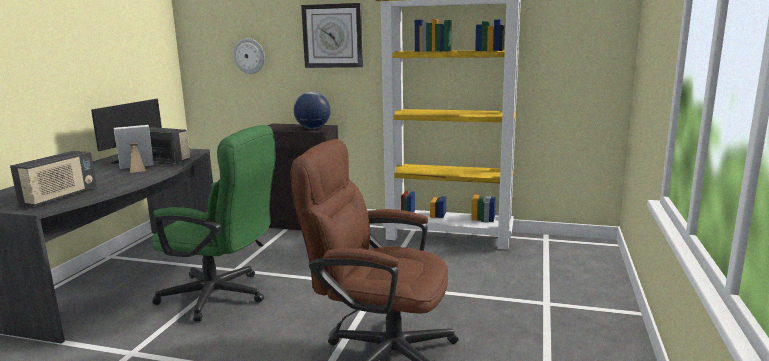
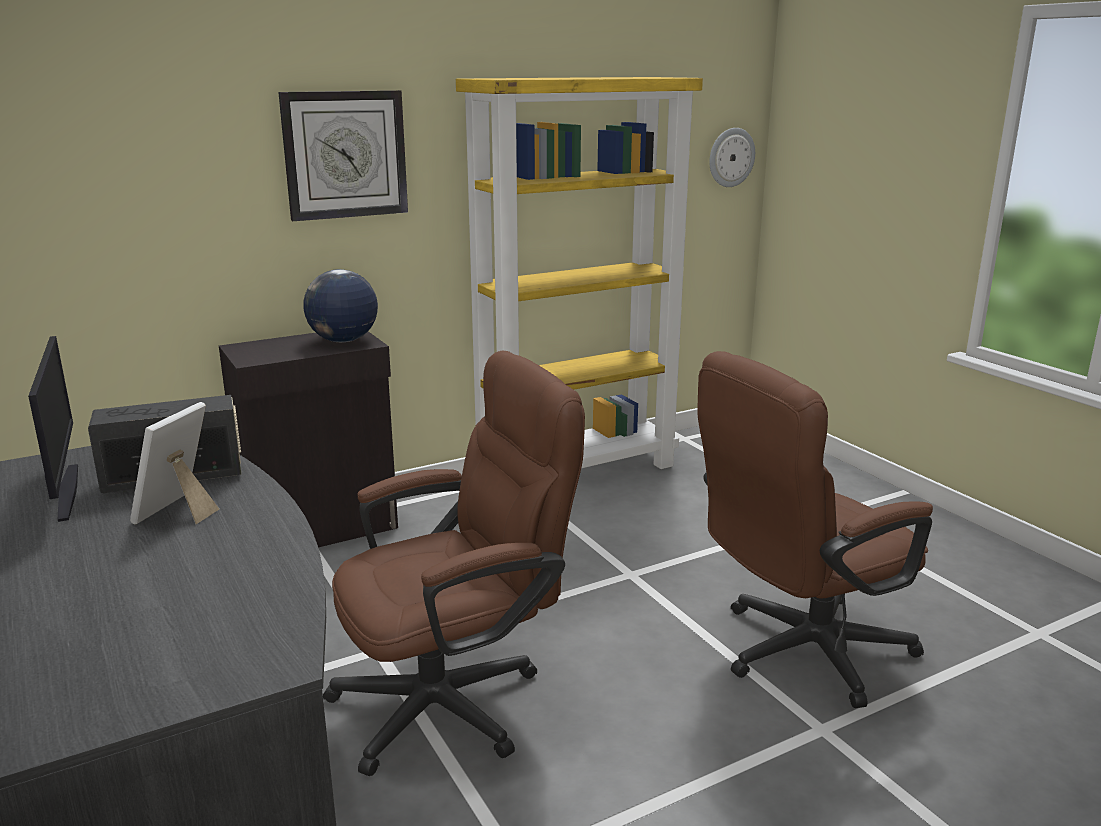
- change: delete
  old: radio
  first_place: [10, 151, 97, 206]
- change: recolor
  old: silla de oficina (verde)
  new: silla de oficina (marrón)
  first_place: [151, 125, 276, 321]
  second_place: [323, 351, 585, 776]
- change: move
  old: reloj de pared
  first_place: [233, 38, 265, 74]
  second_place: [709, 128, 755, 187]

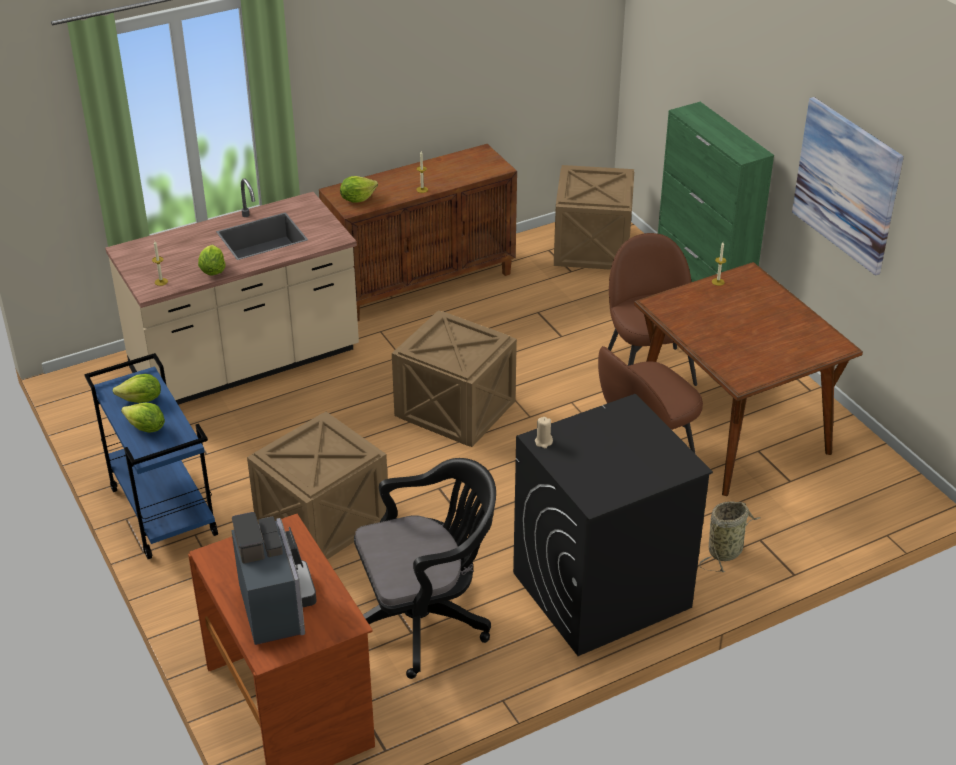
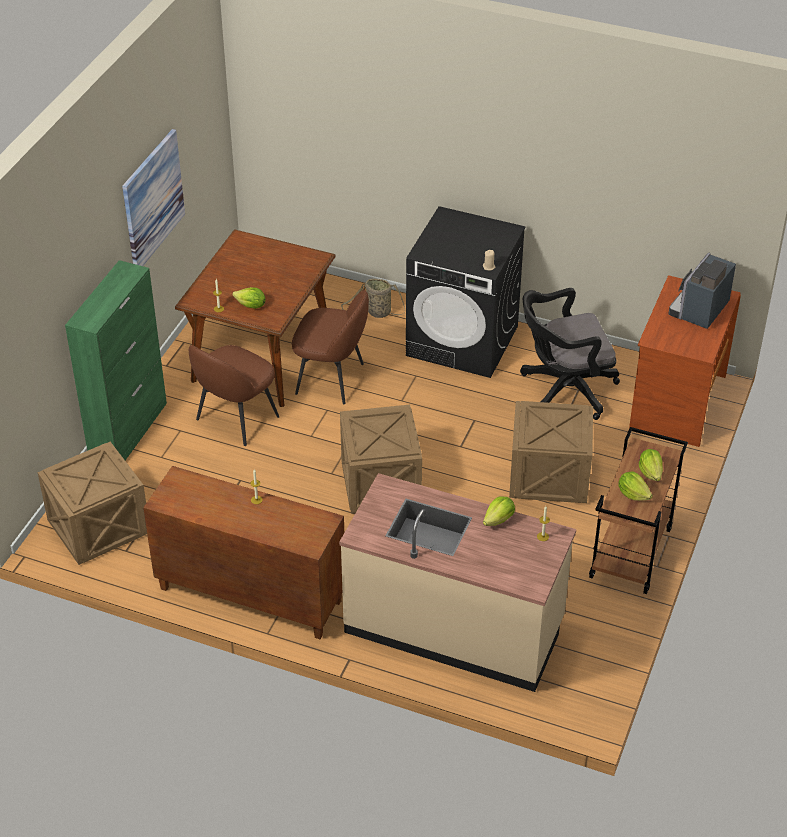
- change: recolor
  old: carrito (azul)
  new: carrito (marrón)
  first_place: [84, 353, 218, 559]
  second_place: [589, 427, 688, 594]
- change: move
  old: lechuga
  first_place: [340, 176, 378, 203]
  second_place: [232, 287, 266, 309]
- change: rotate
  old: silla de oficina (negro)
  first_place: [354, 458, 496, 679]
  second_place: [520, 288, 620, 420]
  degrees: -45

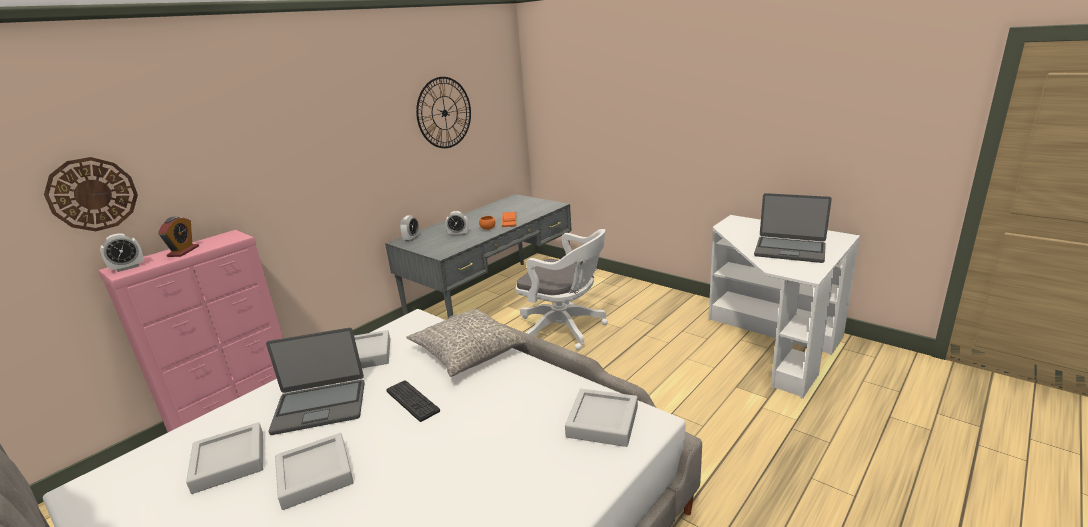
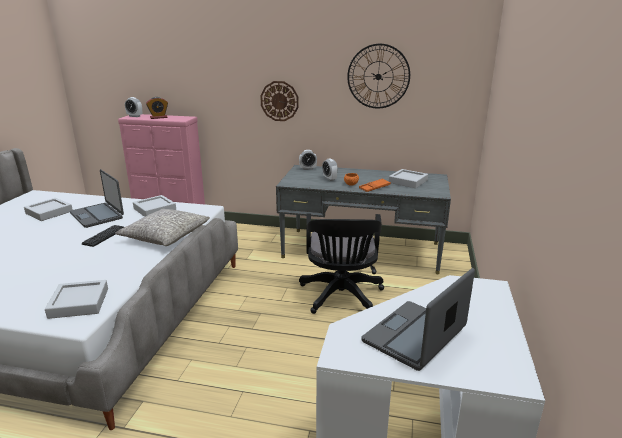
- change: move
  old: reloj de pared
  first_place: [44, 157, 138, 231]
  second_place: [260, 81, 299, 121]
- change: move
  old: bandeja (gris)
  first_place: [275, 433, 354, 510]
  second_place: [389, 169, 428, 188]
- change: recolor
  old: silla de oficina (blanco)
  new: silla de oficina (negro)
  first_place: [516, 229, 608, 350]
  second_place: [299, 213, 384, 314]
- change: rotate
  old: portátil
  first_place: [754, 193, 832, 263]
  second_place: [361, 268, 475, 371]
  degrees: 45

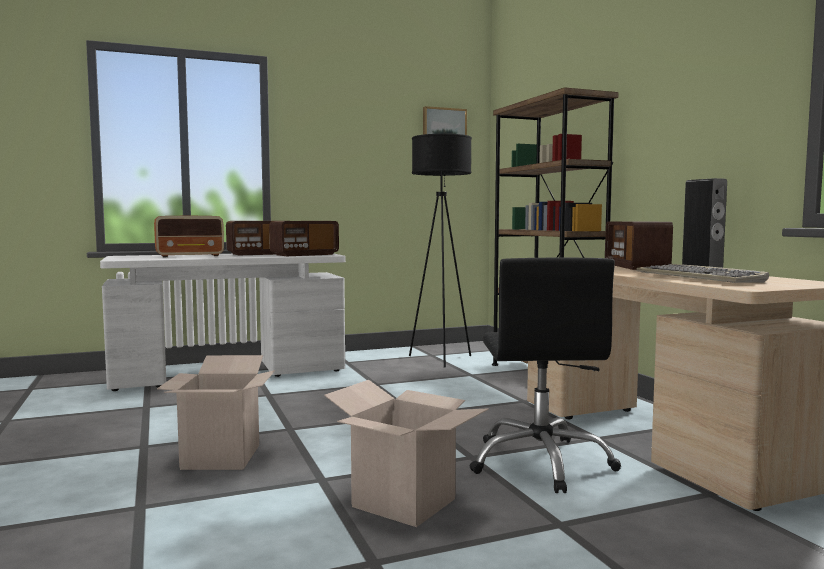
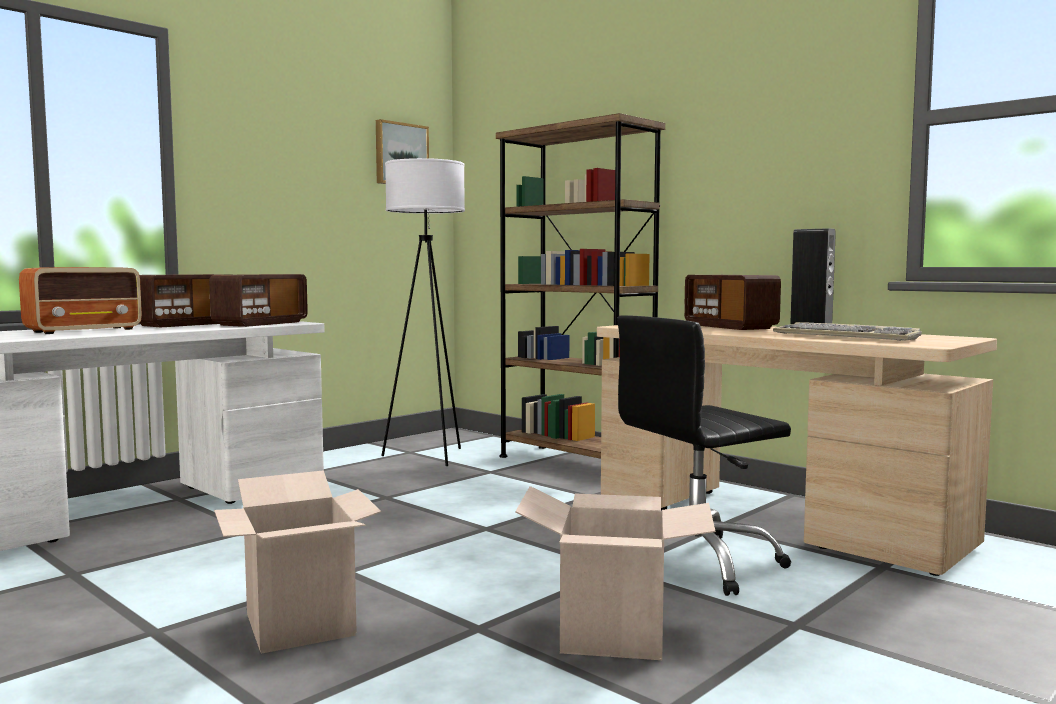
- change: recolor
  old: lámpara de pie (negro)
  new: lámpara de pie (blanco)
  first_place: [409, 134, 472, 368]
  second_place: [381, 158, 465, 466]
- change: rotate
  old: silla de oficina (negro)
  first_place: [470, 258, 621, 493]
  second_place: [617, 315, 791, 596]
  degrees: 90

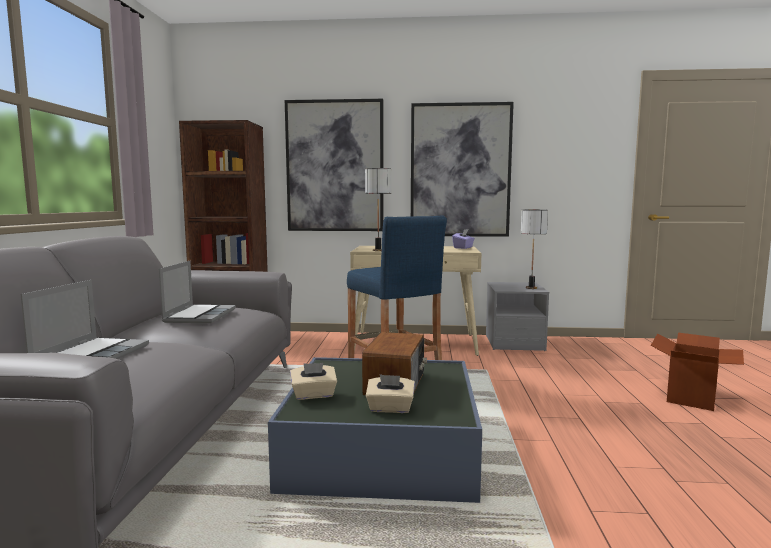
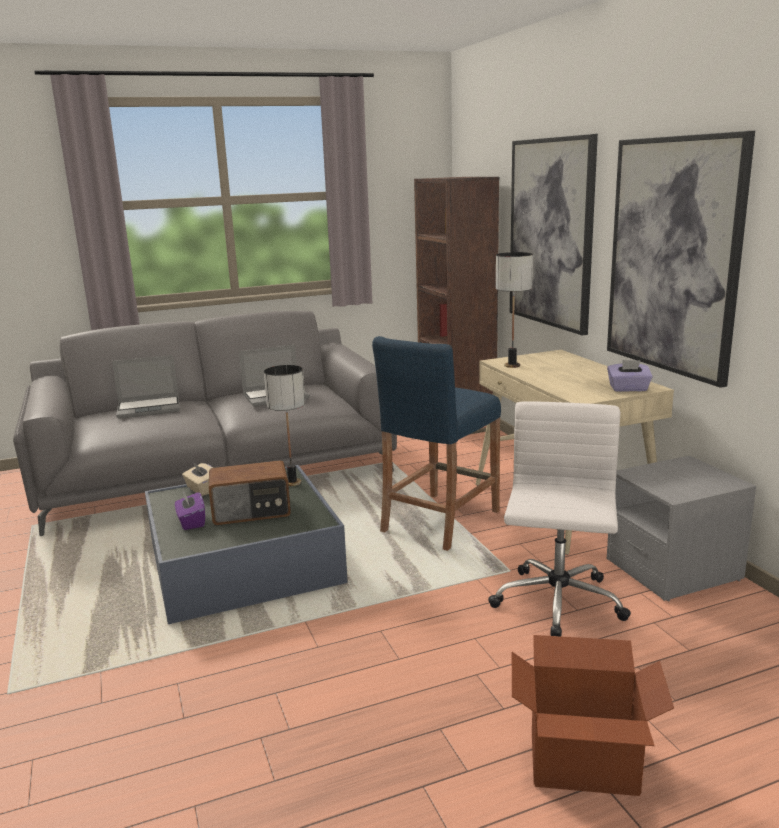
- change: recolor
  old: caja de pañuelos (beis)
  new: caja de pañuelos (morado)
  first_place: [366, 374, 415, 413]
  second_place: [175, 490, 205, 530]
- change: move
  old: lámpara de mesa
  first_place: [521, 210, 548, 289]
  second_place: [264, 365, 305, 486]
- change: insert
  new: silla de oficina (blanco)
  second_place: [488, 401, 631, 637]

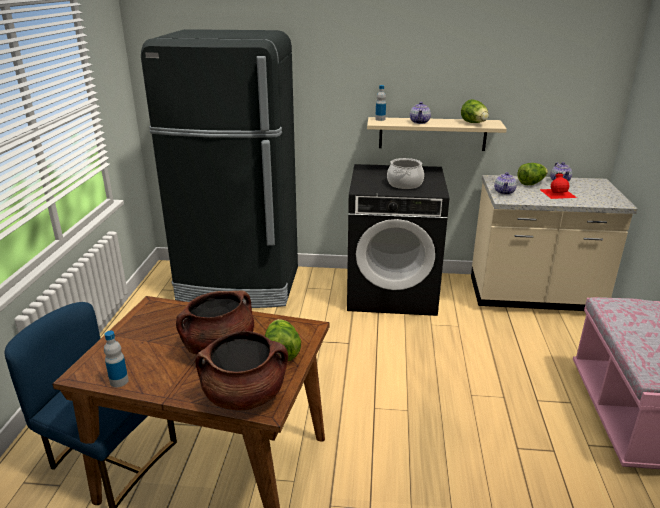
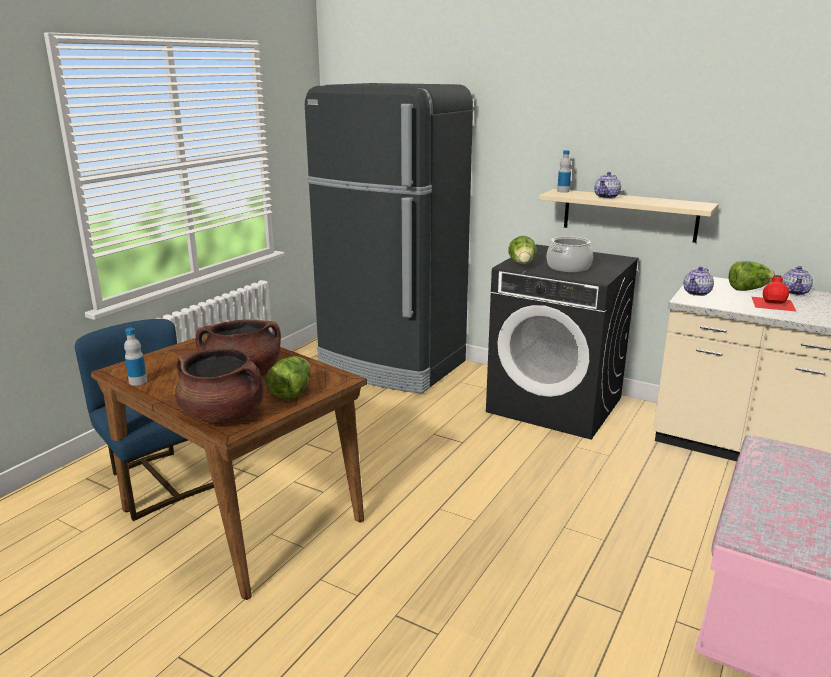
- change: move
  old: lechuga
  first_place: [461, 99, 489, 123]
  second_place: [508, 236, 537, 265]

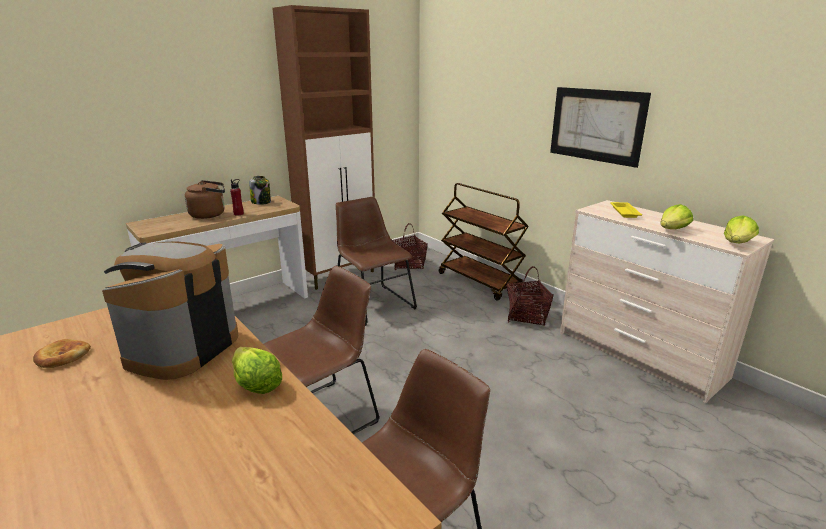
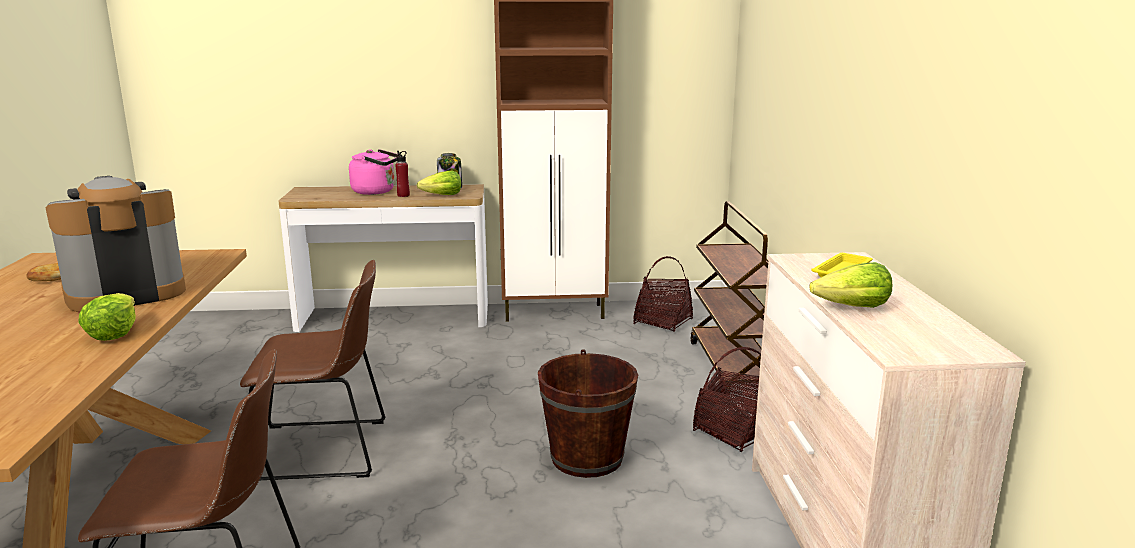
- change: recolor
  old: hervidor (marrón)
  new: hervidor (rosa)
  first_place: [185, 180, 225, 219]
  second_place: [349, 149, 398, 195]
- change: delete
  old: silla (marrón)
  first_place: [336, 197, 417, 326]
- change: delete
  old: cuadro
  first_place: [550, 87, 651, 168]
- change: move
  old: lechuga
  first_place: [724, 215, 759, 243]
  second_place: [417, 171, 461, 195]
- change: insert
  new: cubo (marrón)
  second_place: [538, 349, 638, 478]

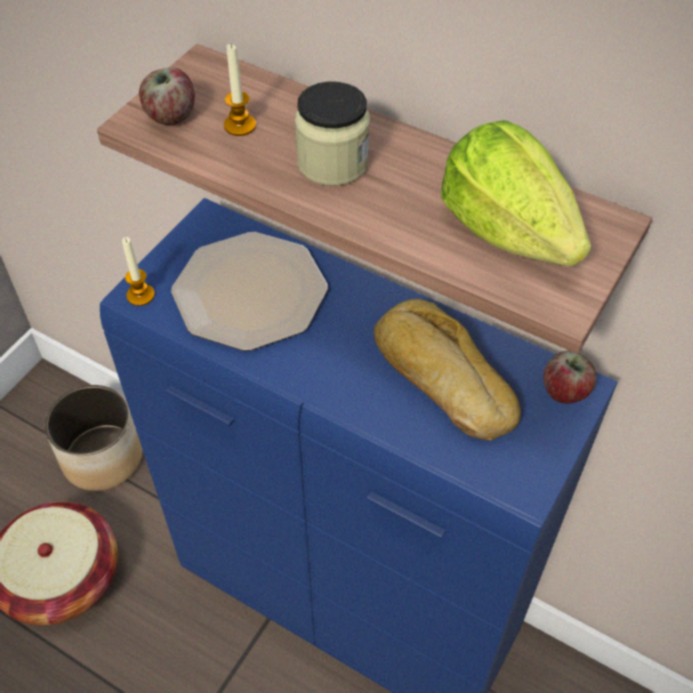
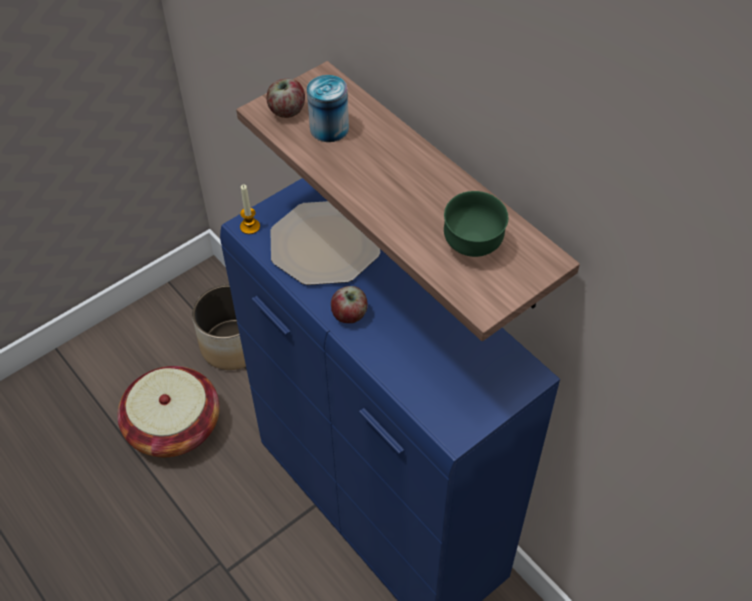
- change: replace
  old: vela
  new: lata
  first_place: [224, 44, 256, 136]
  second_place: [307, 75, 349, 142]
- change: delete
  old: tarro
  first_place: [295, 81, 370, 186]
- change: delete
  old: pan
  first_place: [374, 299, 521, 440]
- change: replace
  old: lechuga
  new: cuenco (verde)
  first_place: [441, 120, 591, 266]
  second_place: [444, 191, 508, 257]
- change: move
  old: manzana
  first_place: [543, 350, 597, 404]
  second_place: [331, 286, 368, 323]

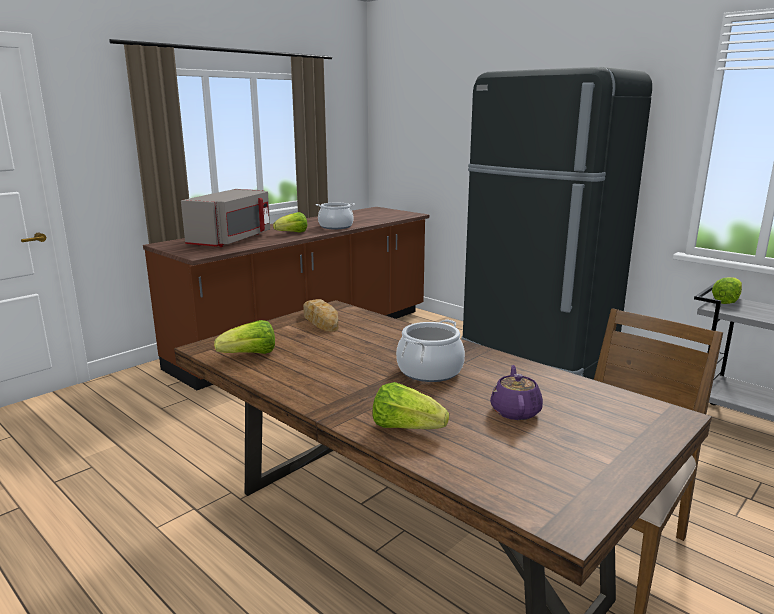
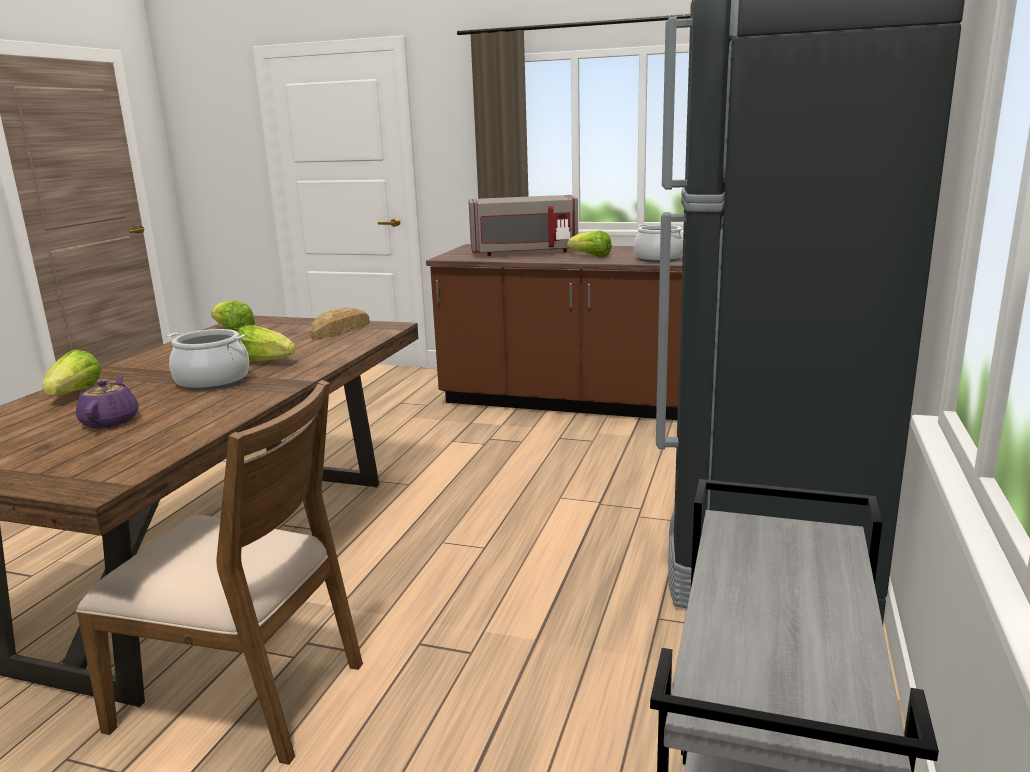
- change: rotate
  old: tetera (morado)
  first_place: [490, 365, 543, 420]
  second_place: [76, 375, 139, 429]
  degrees: -75
- change: move
  old: lechuga
  first_place: [712, 277, 742, 304]
  second_place: [237, 325, 296, 363]

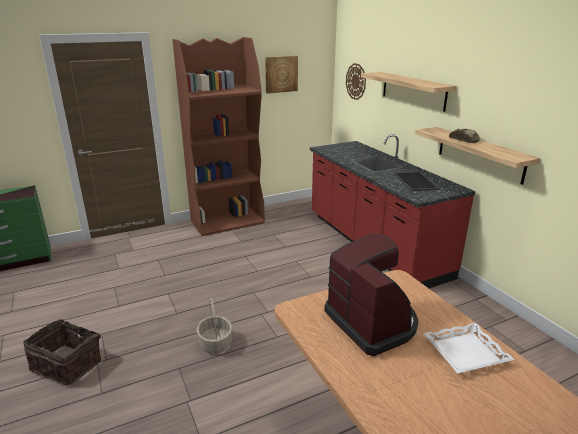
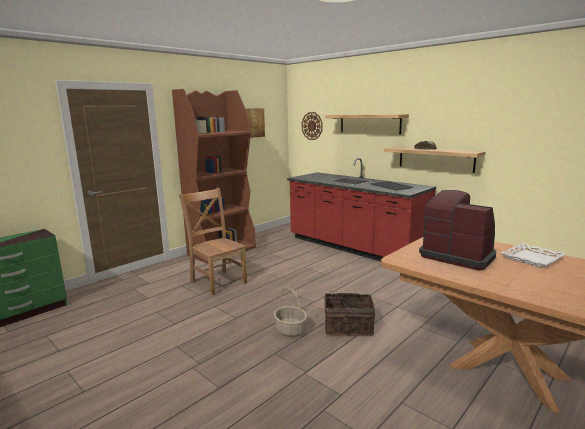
- change: move
  old: cesta
  first_place: [23, 316, 101, 386]
  second_place: [325, 291, 375, 336]
- change: insert
  new: silla (marrón)
  second_place: [179, 188, 247, 295]

